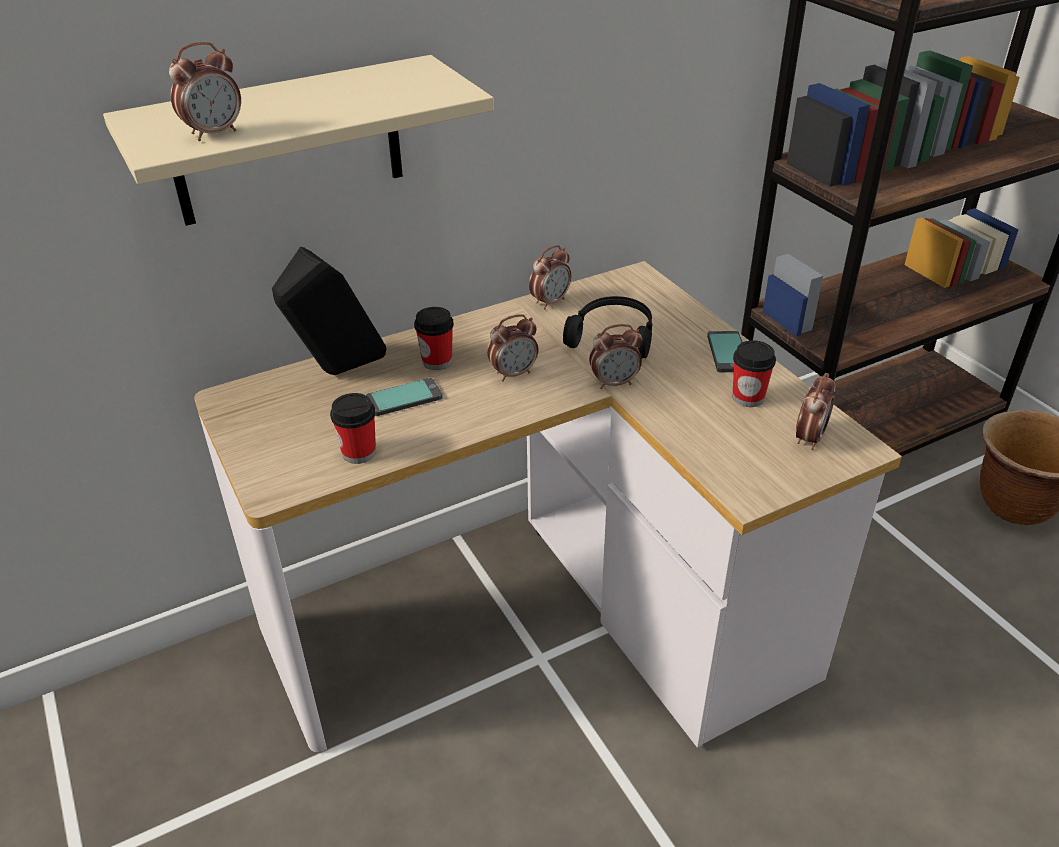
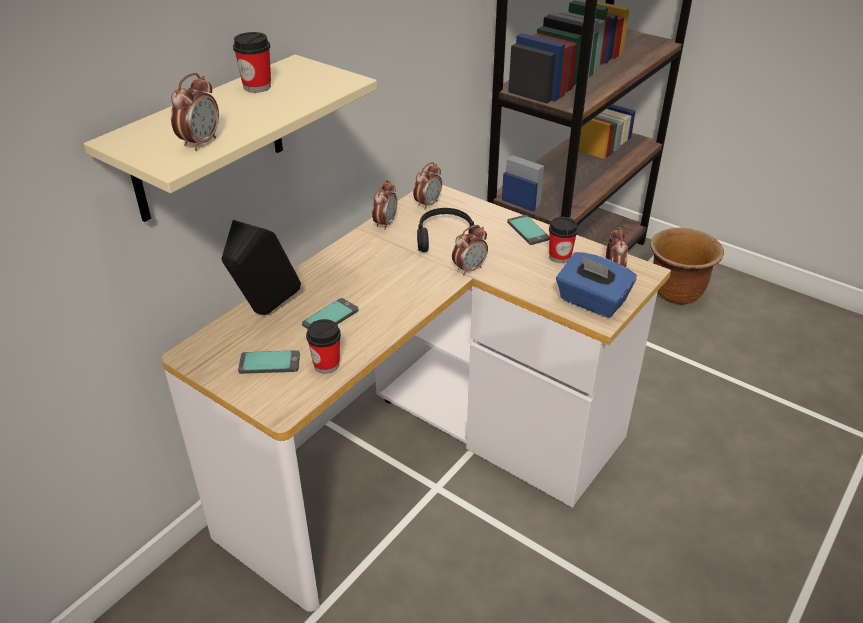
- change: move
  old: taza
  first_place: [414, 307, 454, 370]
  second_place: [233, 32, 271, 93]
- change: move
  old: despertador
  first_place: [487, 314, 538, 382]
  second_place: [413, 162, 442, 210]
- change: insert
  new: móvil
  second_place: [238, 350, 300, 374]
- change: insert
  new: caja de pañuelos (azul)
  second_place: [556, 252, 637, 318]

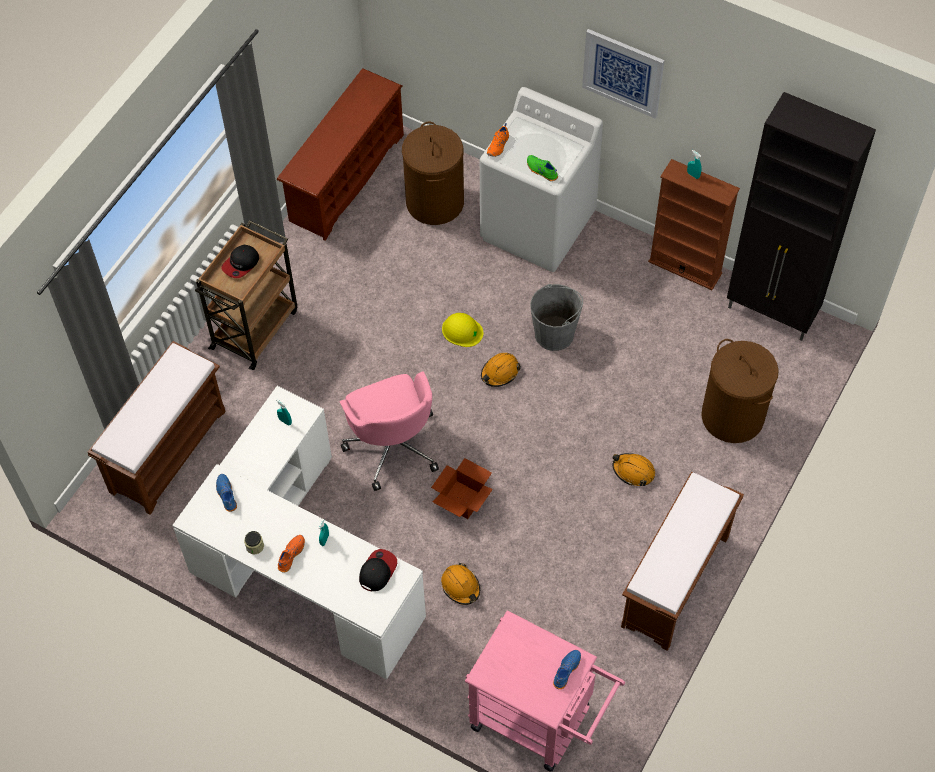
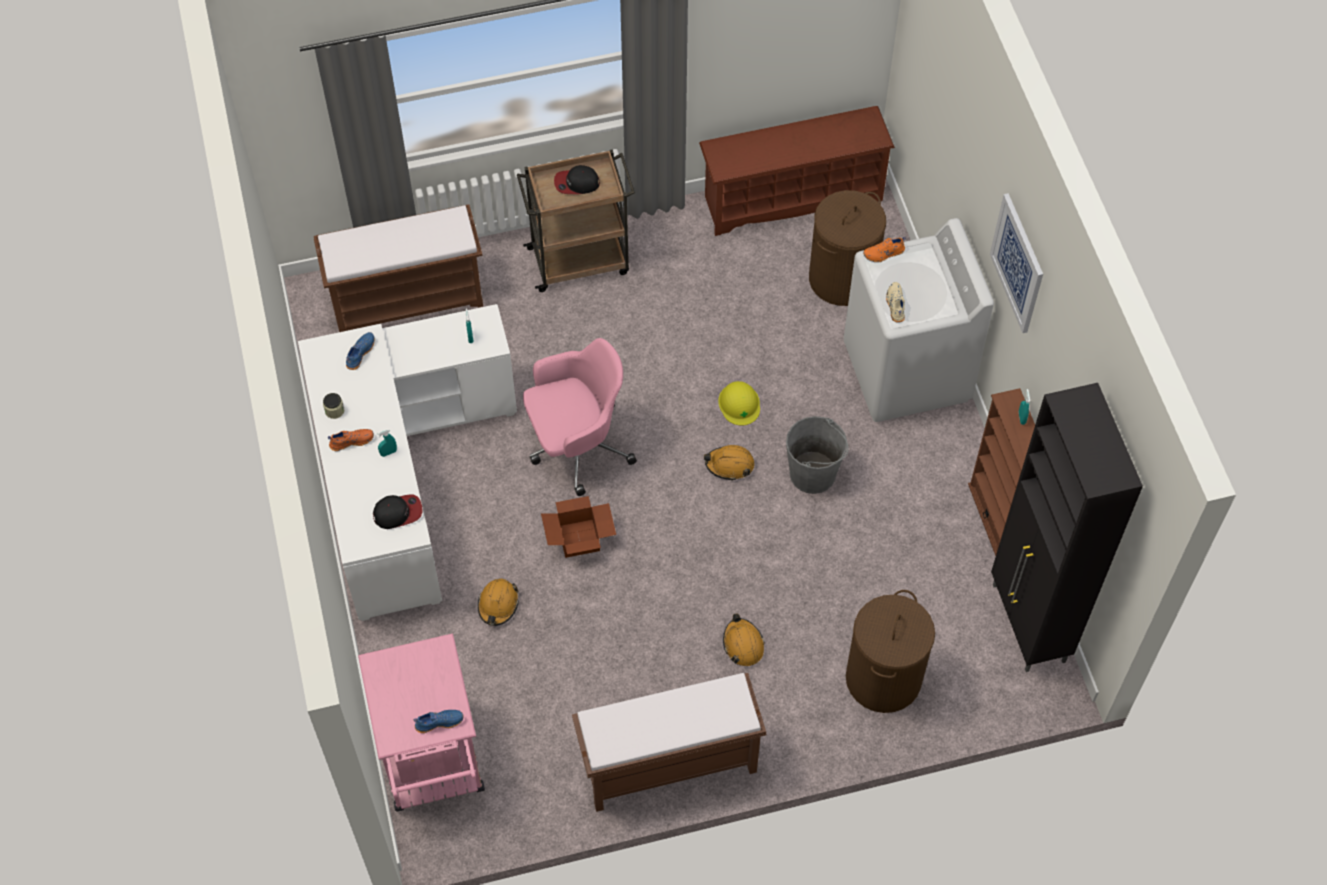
- change: rotate
  old: silla de oficina (rosa)
  first_place: [340, 372, 439, 491]
  second_place: [523, 338, 637, 496]
  degrees: -135
- change: recolor
  old: zapato (verde)
  new: zapato (beis)
  first_place: [527, 155, 558, 181]
  second_place: [886, 282, 905, 323]

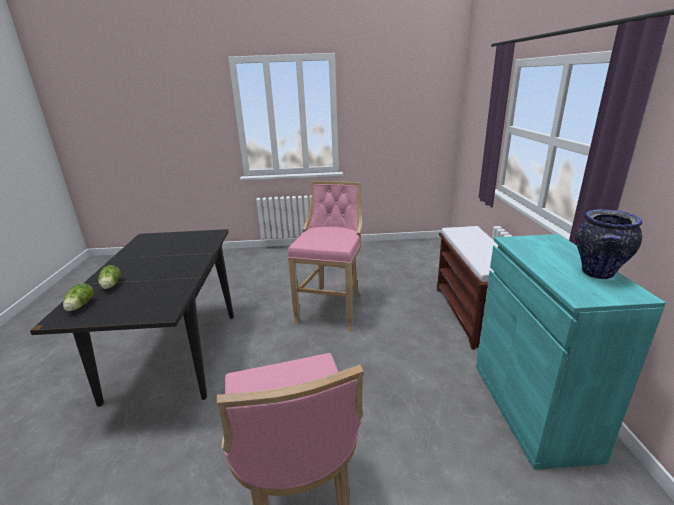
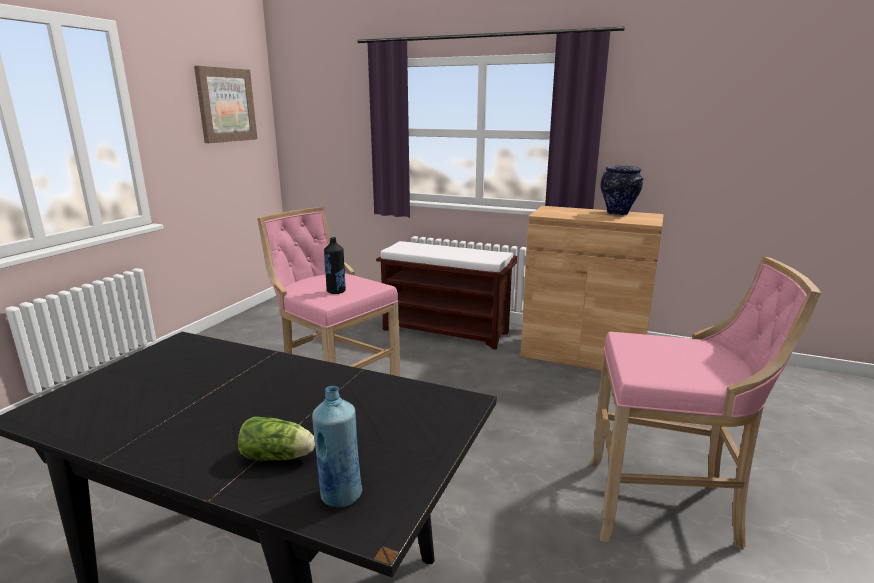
- change: replace
  old: lechuga
  new: botella (azul)
  first_place: [63, 283, 94, 311]
  second_place: [312, 386, 362, 507]
- change: recolor
  old: armario (turquesa)
  new: armario (marrón)
  first_place: [476, 234, 666, 470]
  second_place: [520, 206, 664, 371]
- change: insert
  new: cuadro
  second_place: [194, 66, 257, 143]
- change: insert
  new: botella (negro)
  second_place: [324, 237, 346, 294]

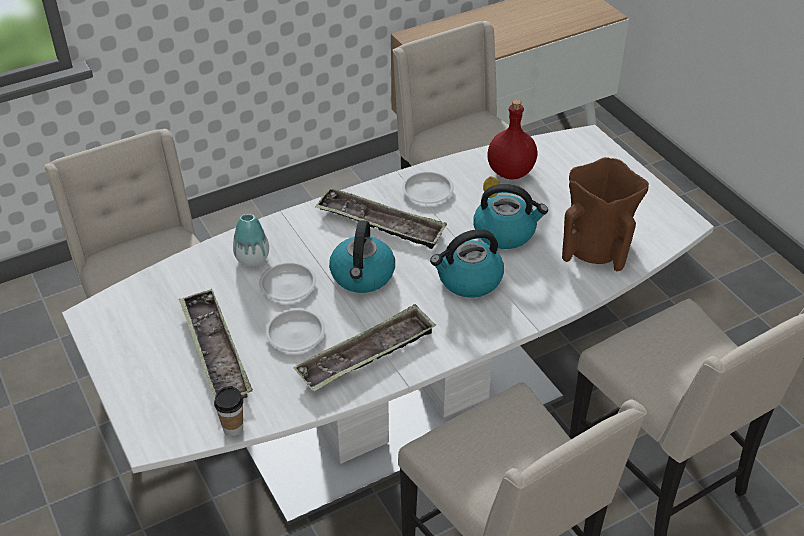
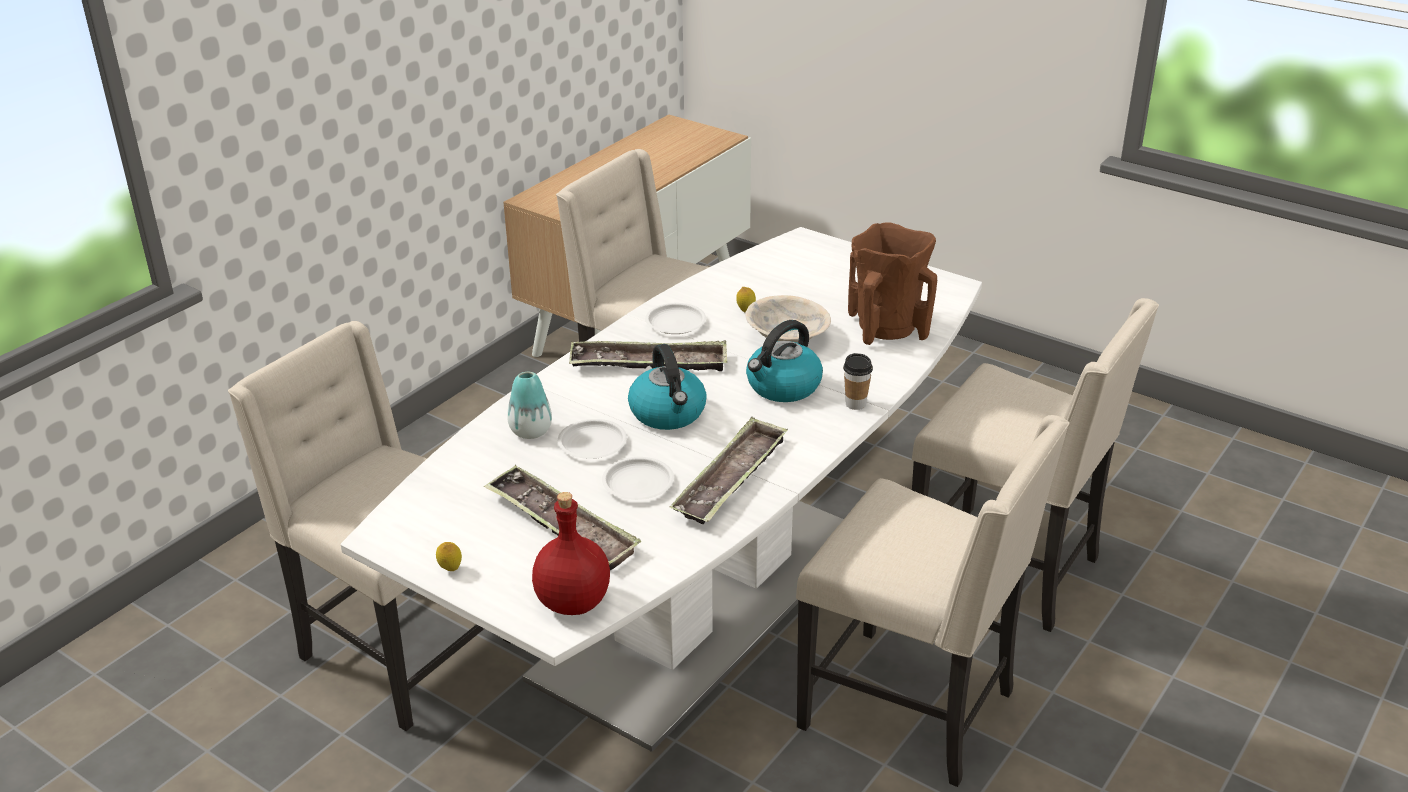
- change: move
  old: taza
  first_place: [214, 386, 243, 437]
  second_place: [843, 353, 873, 410]
- change: replace
  old: hervidor
  new: cuenco (beis)
  first_place: [473, 184, 548, 249]
  second_place: [745, 295, 831, 343]
- change: move
  old: botella (rojo)
  first_place: [487, 99, 537, 180]
  second_place: [532, 492, 610, 615]
- change: insert
  new: limón
  second_place: [436, 542, 462, 571]

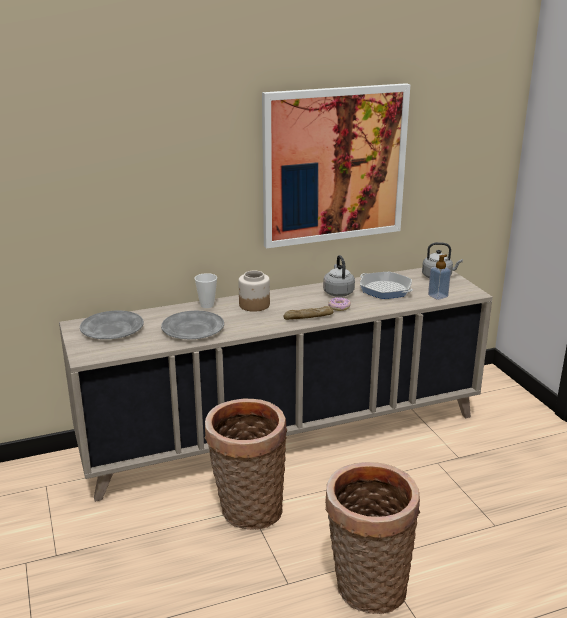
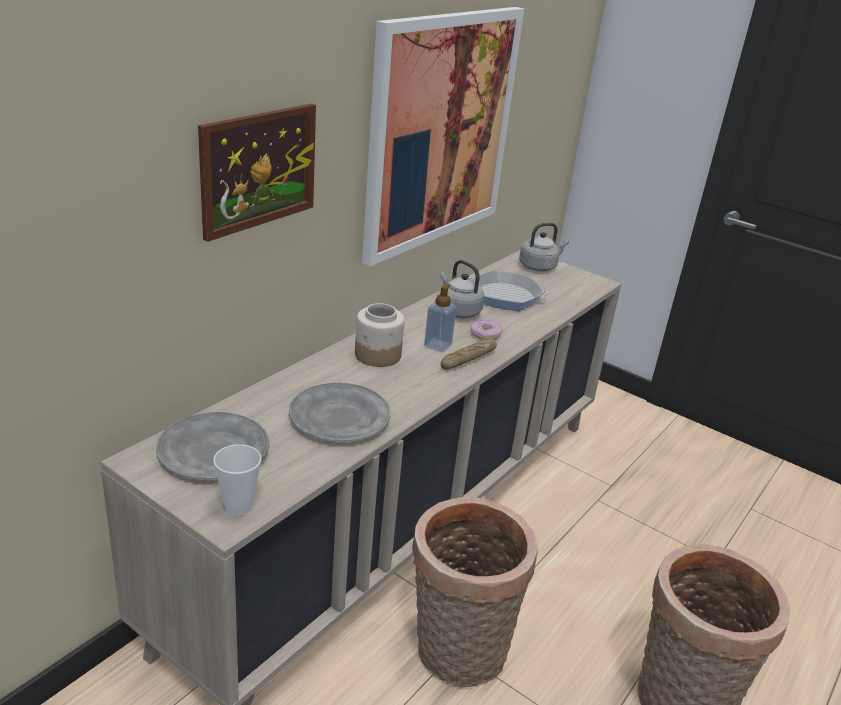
- change: move
  old: taza
  first_place: [195, 273, 217, 308]
  second_place: [213, 444, 262, 516]
- change: move
  old: dispensador de jabón
  first_place: [428, 254, 451, 300]
  second_place: [424, 283, 457, 352]
- change: insert
  new: cuadro
  second_place: [198, 104, 316, 242]

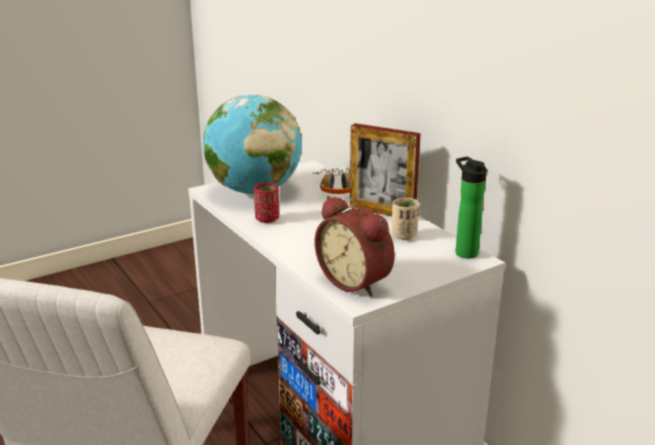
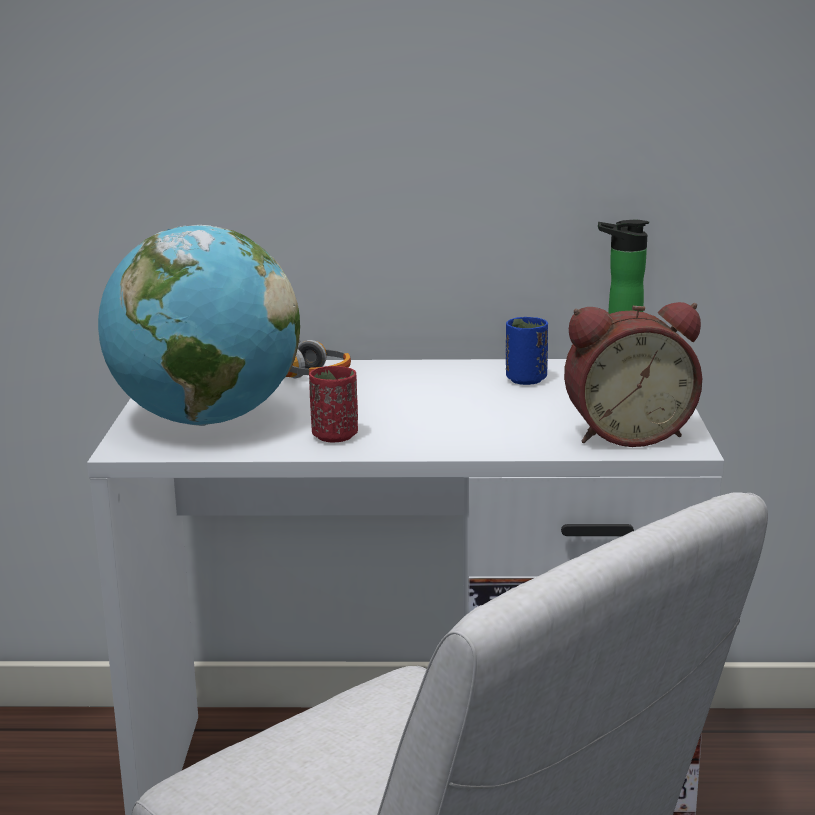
- change: delete
  old: portarretratos
  first_place: [350, 123, 421, 216]
- change: recolor
  old: taza (beis)
  new: taza (azul)
  first_place: [392, 198, 419, 240]
  second_place: [506, 317, 548, 385]

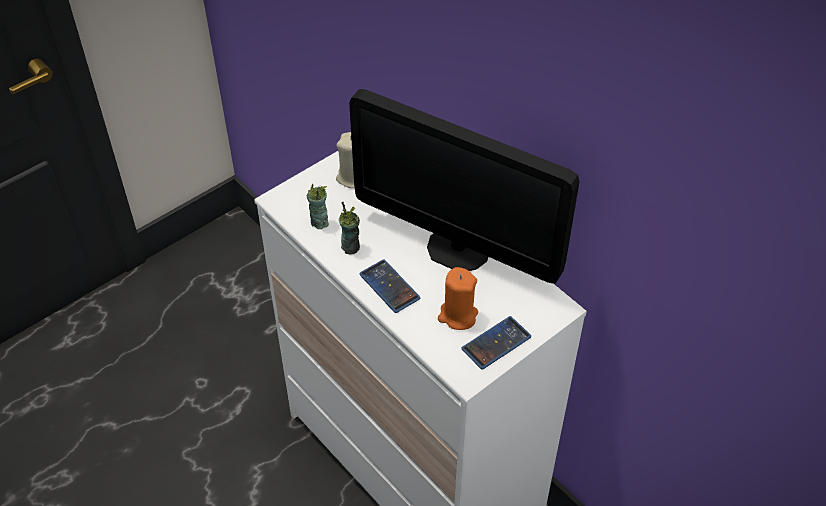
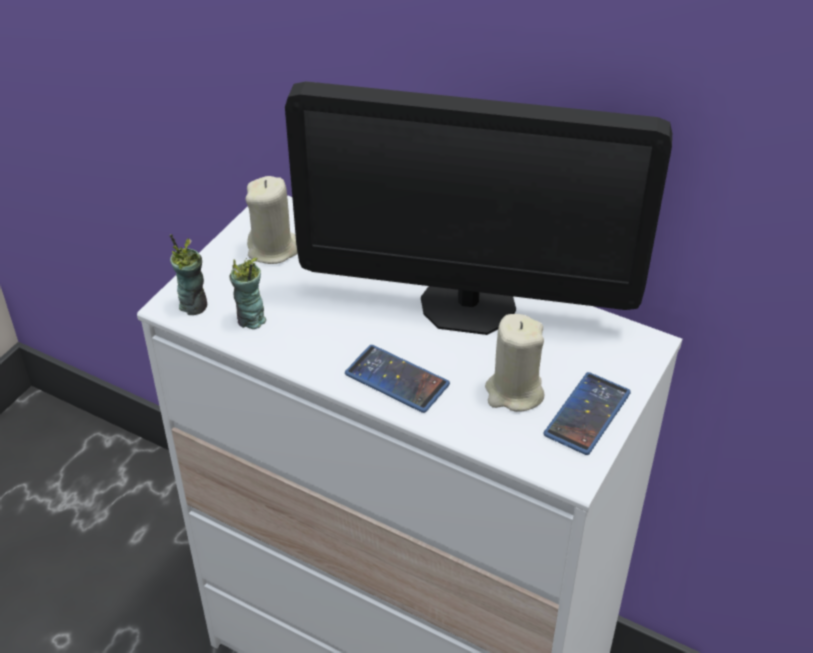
- change: move
  old: taza
  first_place: [339, 202, 360, 255]
  second_place: [170, 234, 207, 315]
- change: recolor
  old: vela (naranja)
  new: vela (beis)
  first_place: [438, 267, 478, 330]
  second_place: [485, 314, 544, 412]

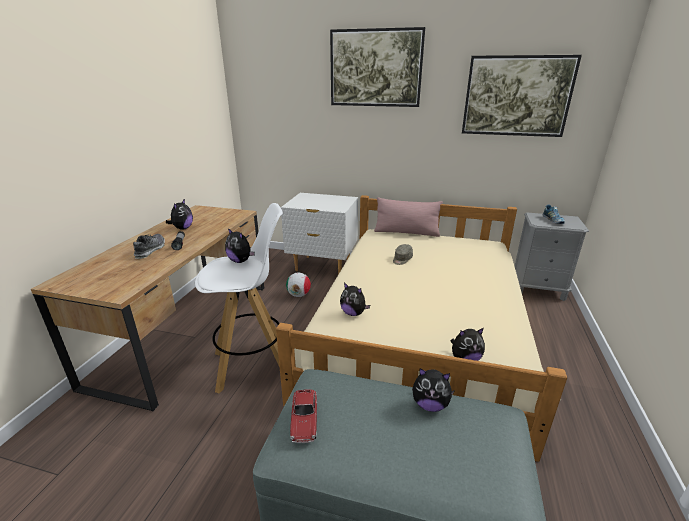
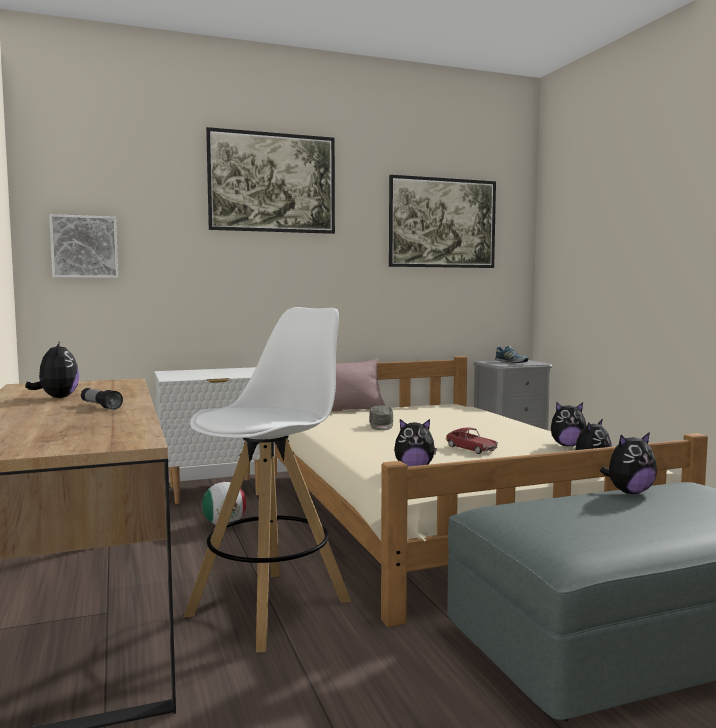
- change: delete
  old: zapato
  first_place: [133, 234, 165, 259]
- change: move
  old: peluche
  first_place: [225, 228, 255, 263]
  second_place: [551, 403, 586, 446]
- change: move
  old: coche de juguete
  first_place: [290, 389, 317, 443]
  second_place: [446, 427, 498, 454]
- change: insert
  new: cuadro
  second_place: [49, 214, 118, 278]

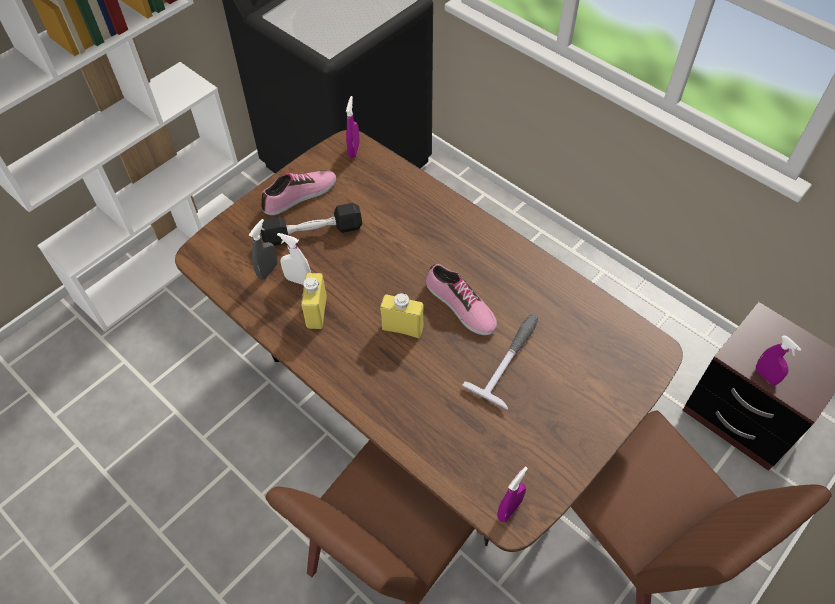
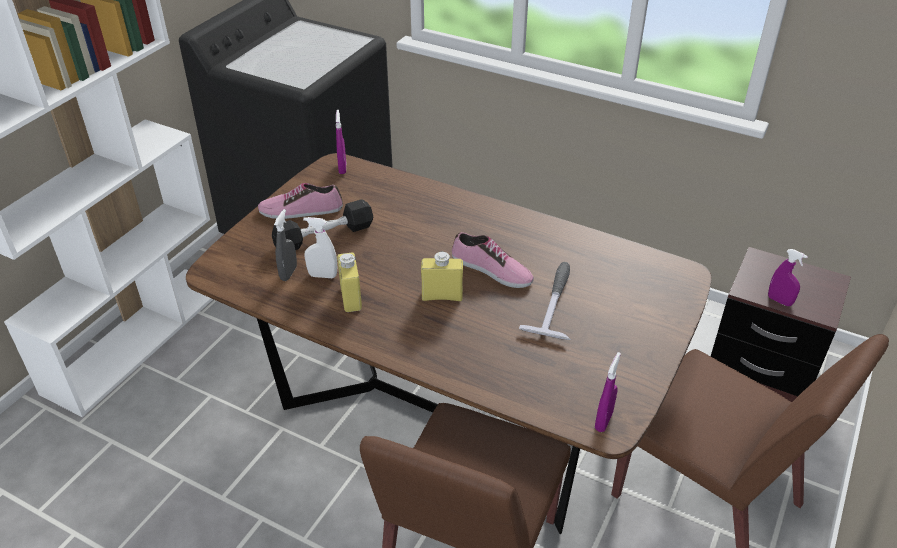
- change: rotate
  old: zapato
  first_place: [261, 170, 336, 215]
  second_place: [258, 183, 343, 219]
  degrees: -135

